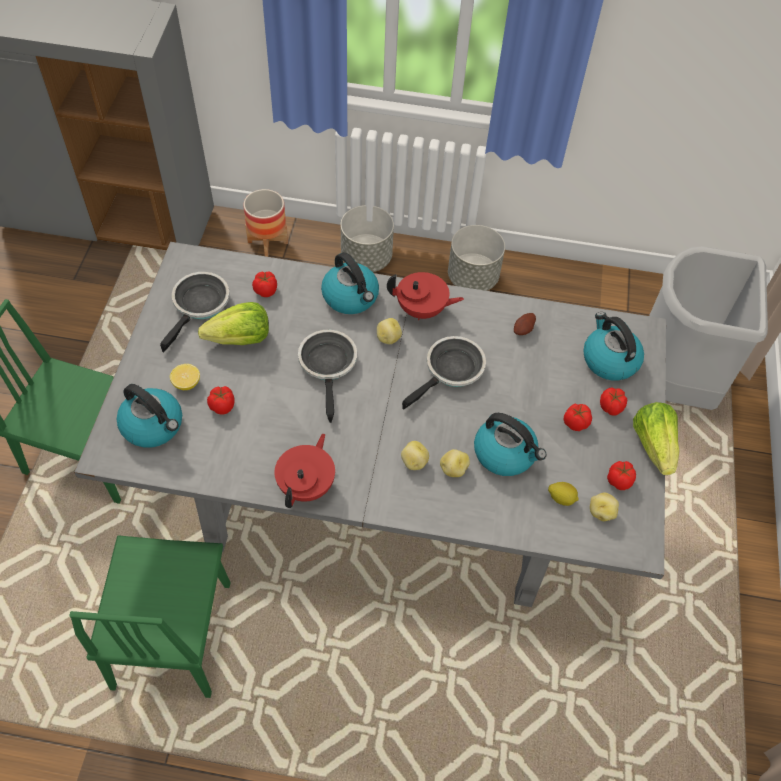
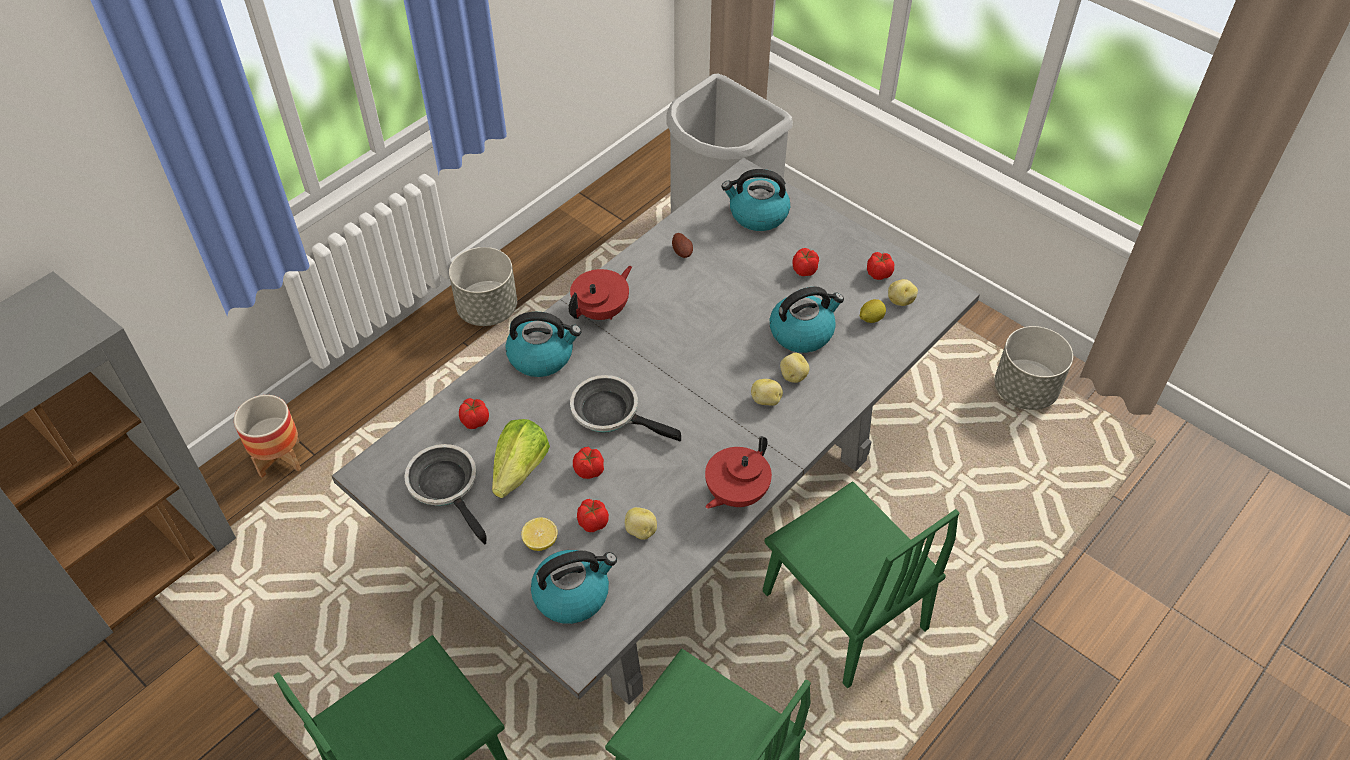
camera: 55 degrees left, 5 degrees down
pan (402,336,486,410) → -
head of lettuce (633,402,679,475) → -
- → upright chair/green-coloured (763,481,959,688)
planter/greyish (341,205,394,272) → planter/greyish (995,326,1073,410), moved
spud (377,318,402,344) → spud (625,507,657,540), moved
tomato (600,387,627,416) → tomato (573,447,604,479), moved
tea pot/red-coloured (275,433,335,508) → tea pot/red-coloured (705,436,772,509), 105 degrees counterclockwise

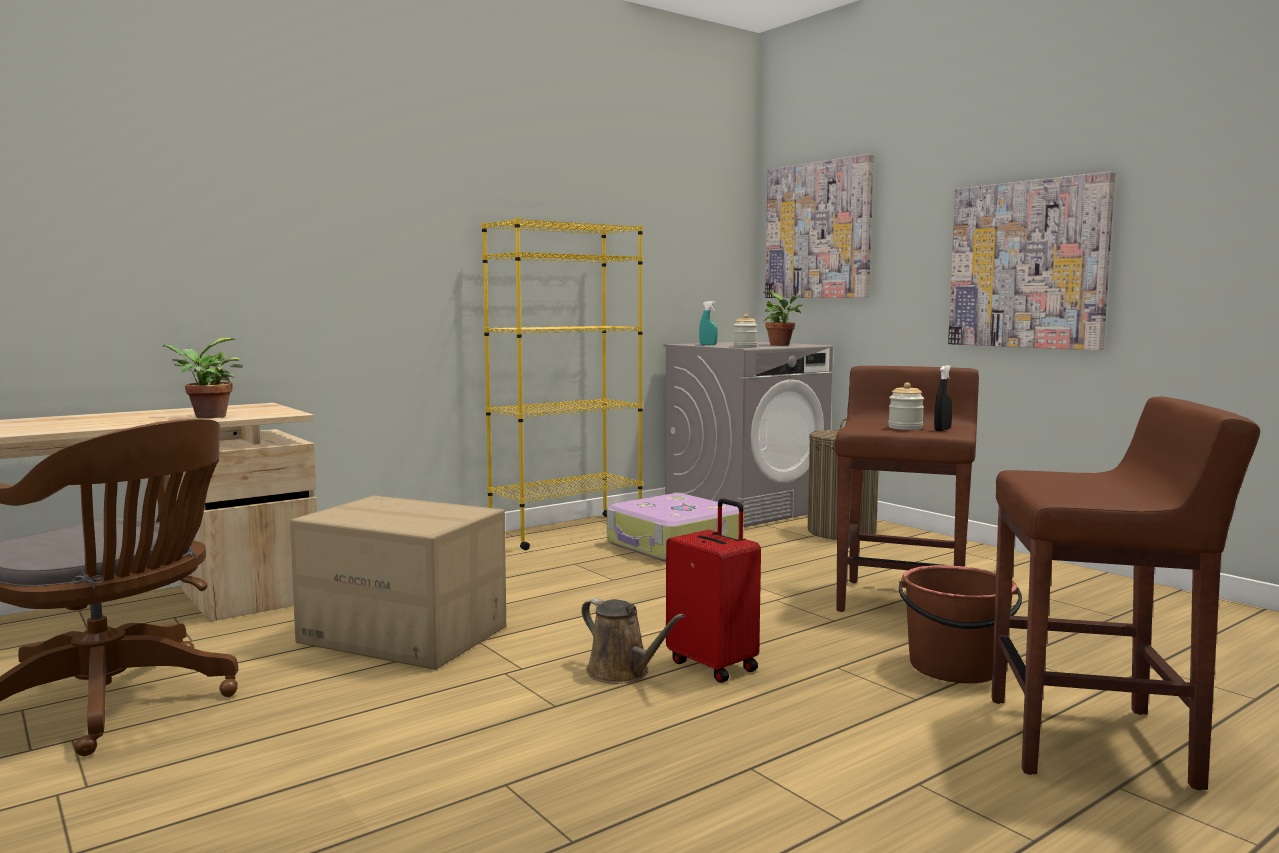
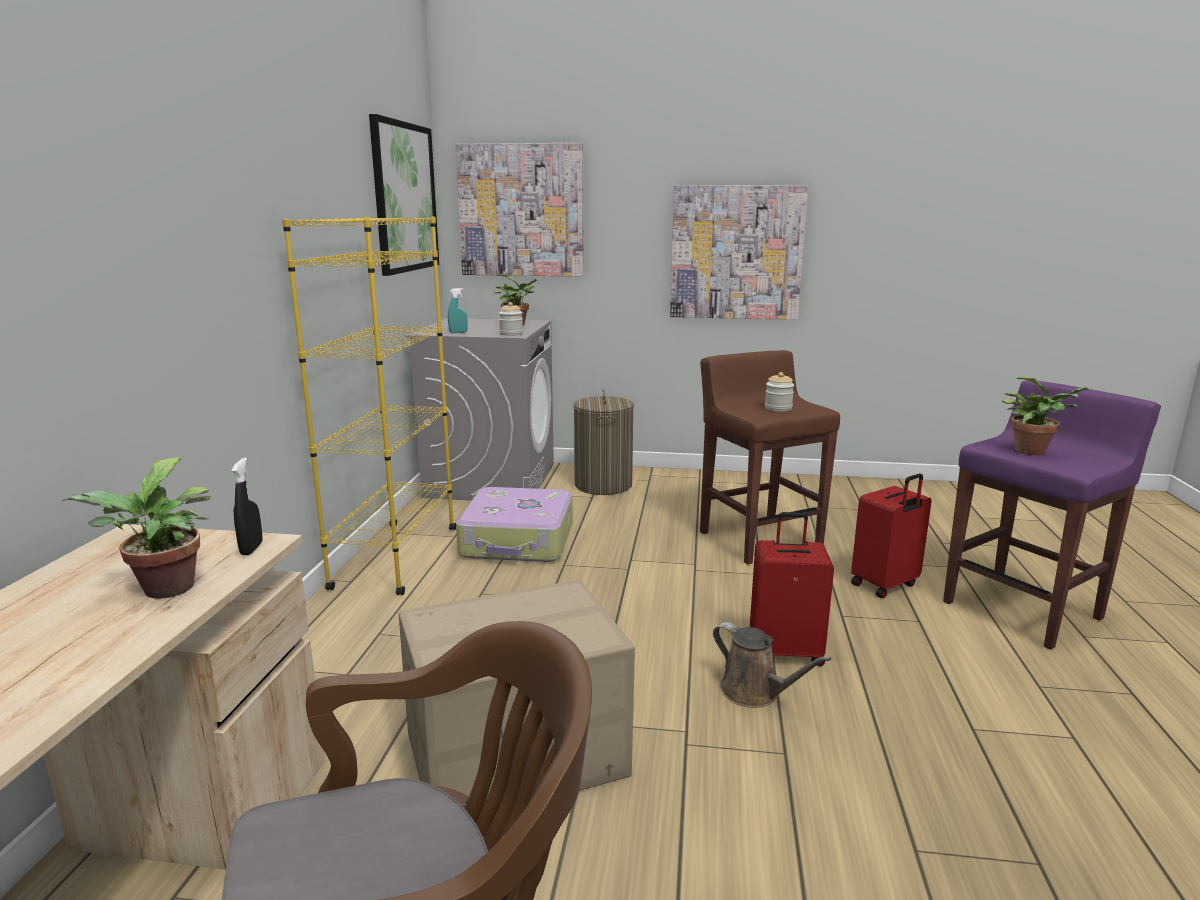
camera: 45 degrees left, 10 degrees up
- → wall picture (369,114,439,276)
- → plant in a pot (1002,376,1094,455)
spray bottle/black-coloured (934,365,952,431) → spray bottle/black-coloured (232,458,262,555), moved
water bucket/brown (899,565,1022,683) → travel case/red-coloured (851,473,932,598)
stool seat/brown (991,397,1260,790) → stool seat/purple (943,380,1161,650)
watering can/brown (581,598,685,684) → watering can/brown (713,622,831,708), 45 degrees clockwise

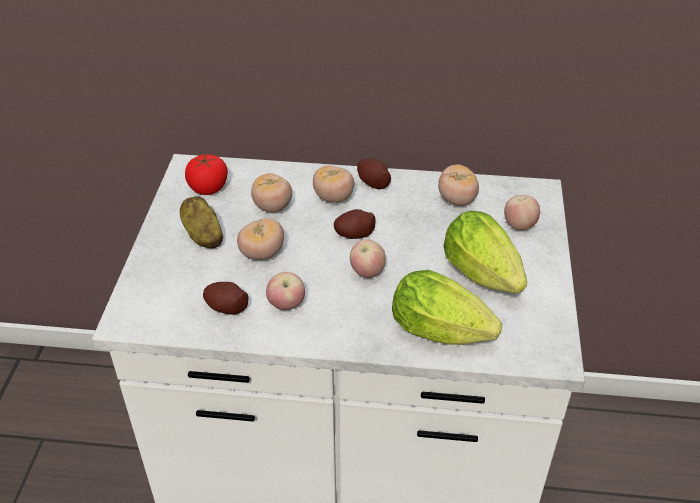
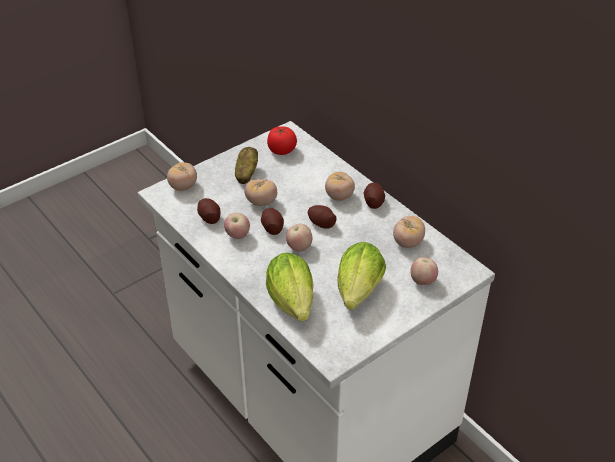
camera: 45 degrees right, 0 degrees up
- → spud (261,208,284,235)
tomato (251,173,292,212) → tomato (167,162,197,191), moved

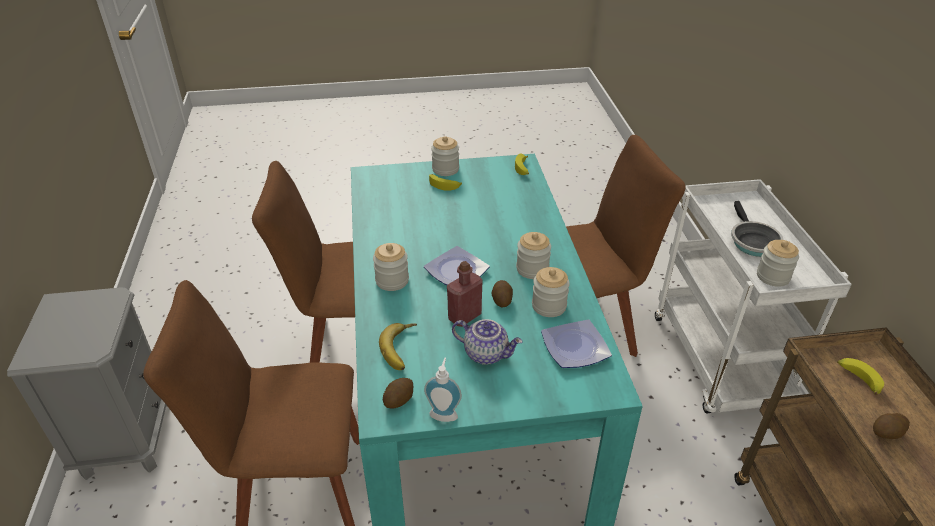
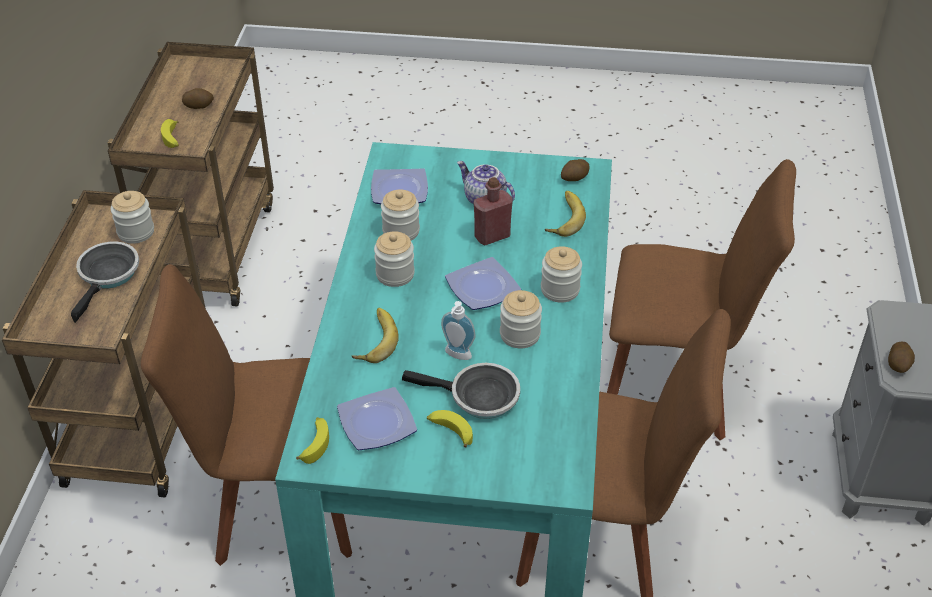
camera: 165 degrees left, 5 degrees up
- → flat dish (337,387,417,450)
- → banana fruit (352,308,399,363)
- → pan (402,363,520,419)
soap bottle (424,358,462,422) → soap bottle (441,301,476,360), moved
jar (431,136,459,176) → jar (500,290,542,348), moved
spud (492,280,513,307) → spud (888,341,915,373), moved
wheeled cart/white (655,179,852,413) → wheeled cart/brown (2,190,206,497)

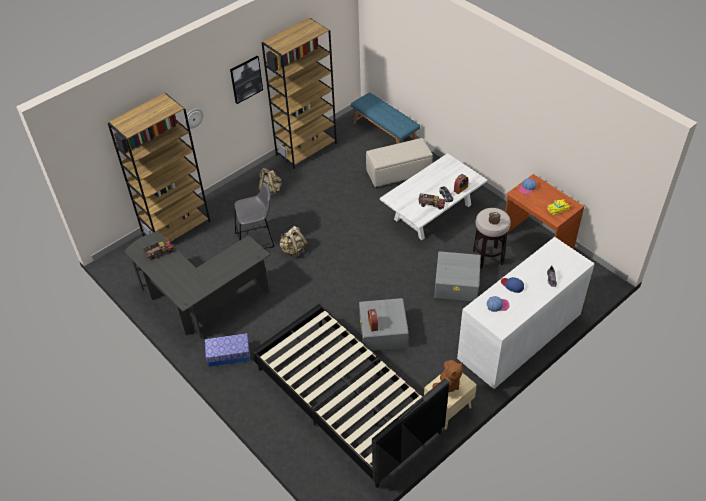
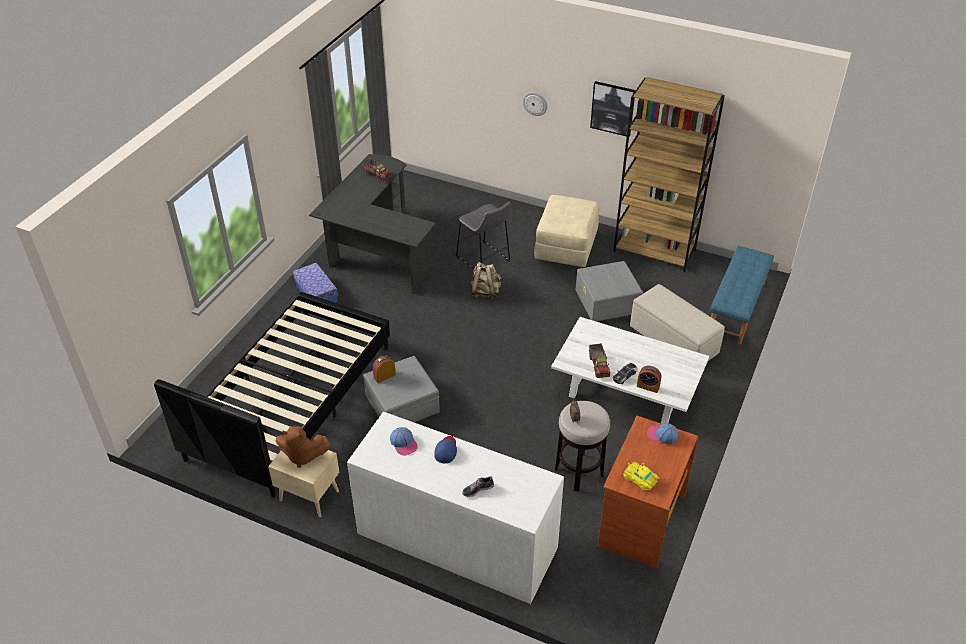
camera: 65 degrees right, 5 degrees down
shelving unit/brown (108,93,210,242) → -
storage container/greyish (434,251,481,301) → storage container/greyish (576,261,643,321), moved
rucksack/beige-coloured (258,168,282,196) → ottoman/beige-coloured (534,195,599,267)

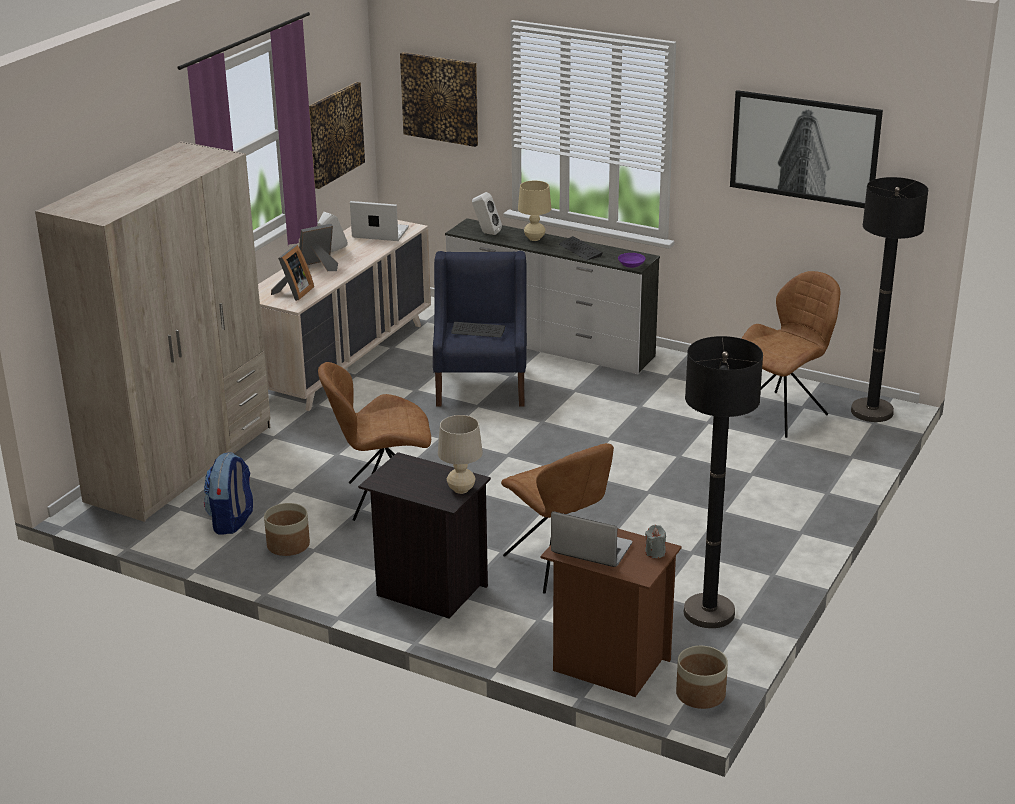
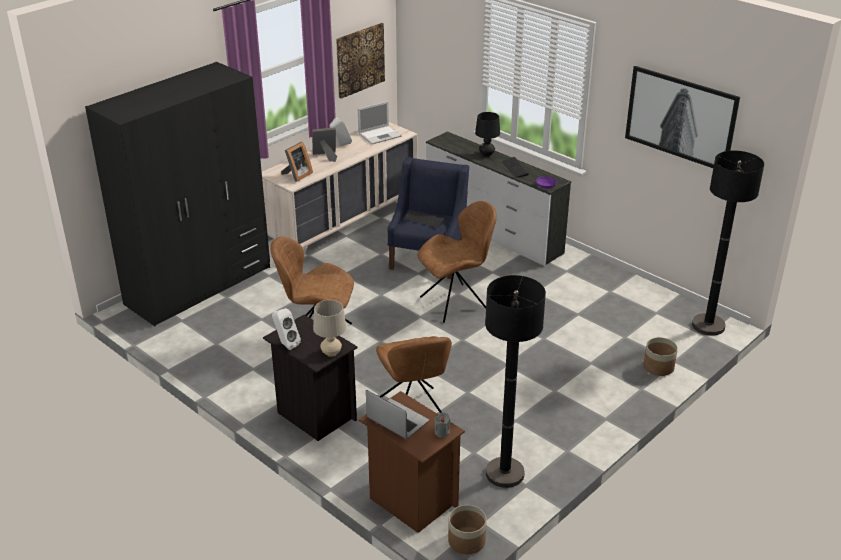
camera: 15 degrees right, 5 degrees up
rucksack (204,452,253,535) → -
wall picture (400,52,478,147) → -
planter (264,503,310,556) → planter (643,337,678,376), moved
loudspeaker/white (472,192,502,235) → loudspeaker/white (272,308,301,350), moved
upright chair/brown (741,271,840,438) → upright chair/brown (417,201,497,323), moved
wardrobe/beige-coloured (35,141,271,522) → wardrobe/black-coloured (85,62,270,326)
lamp for a table/beige-coloured (518,181,551,241) → lamp for a table/black-coloured (475,112,500,157)
notebook computer (350,201,409,241) → notebook computer (358,101,402,144), 120 degrees clockwise

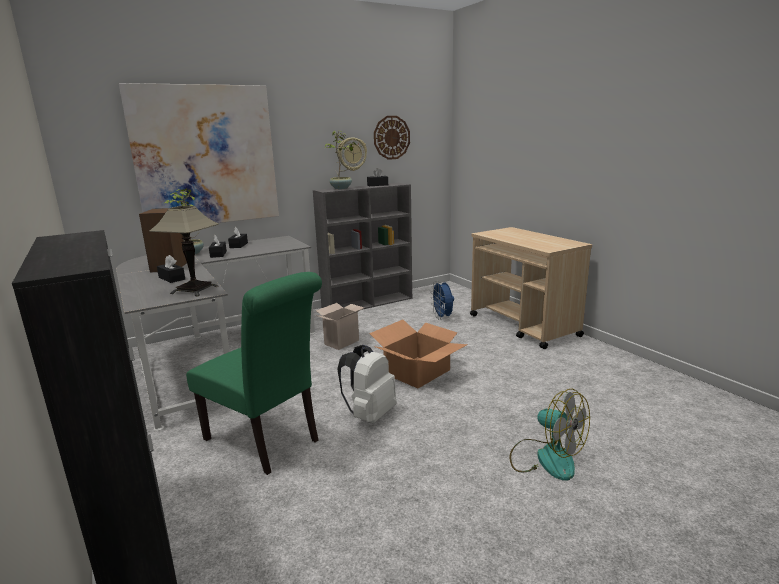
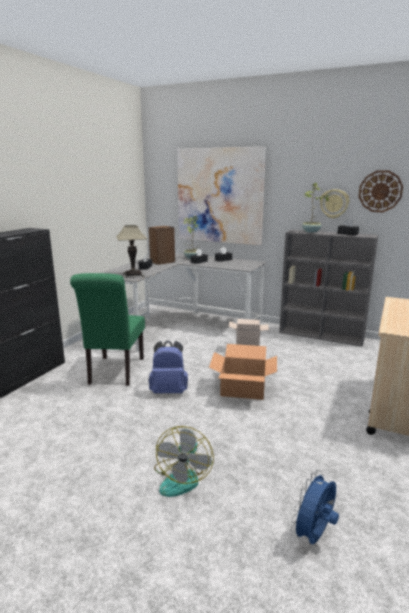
camera: 55 degrees right, 0 degrees up
electric fan/bluish (430,281,454,320) → electric fan/bluish (290,470,339,544), moved
rucksack/white (337,345,397,423) → rucksack/bluish (149,341,188,394)

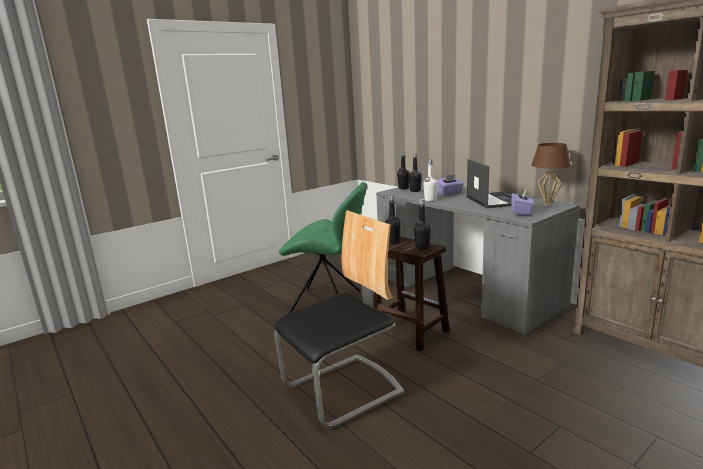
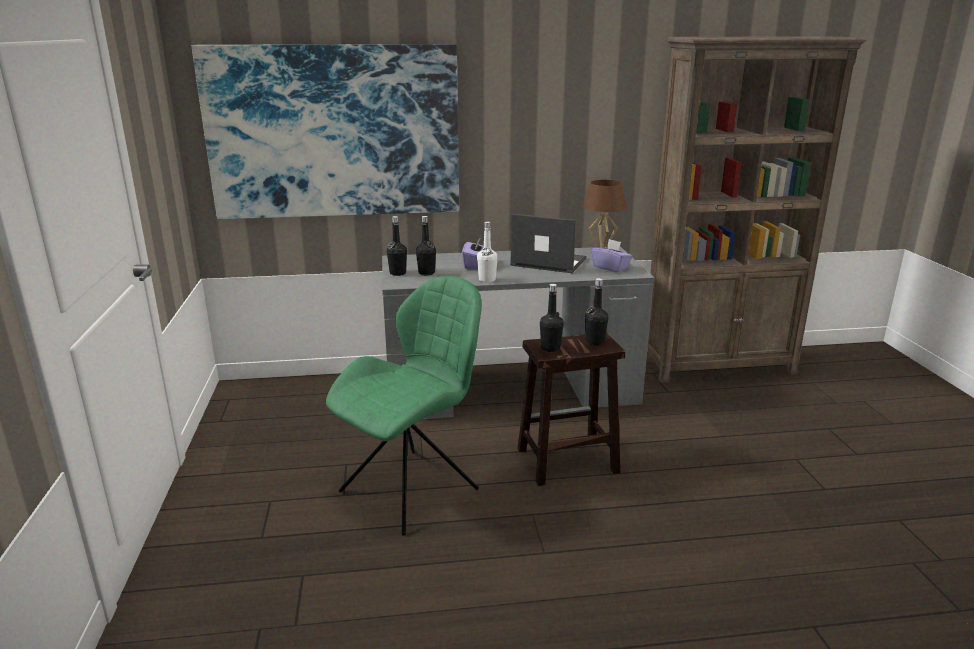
camera: 60 degrees left, 5 degrees up
upright chair (274,210,405,429) → -
- → wall picture (192,44,459,219)

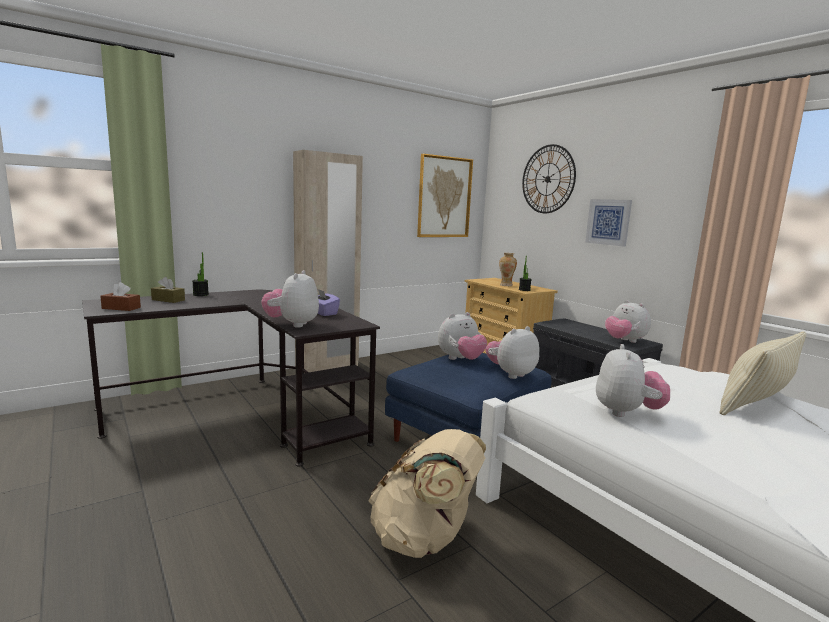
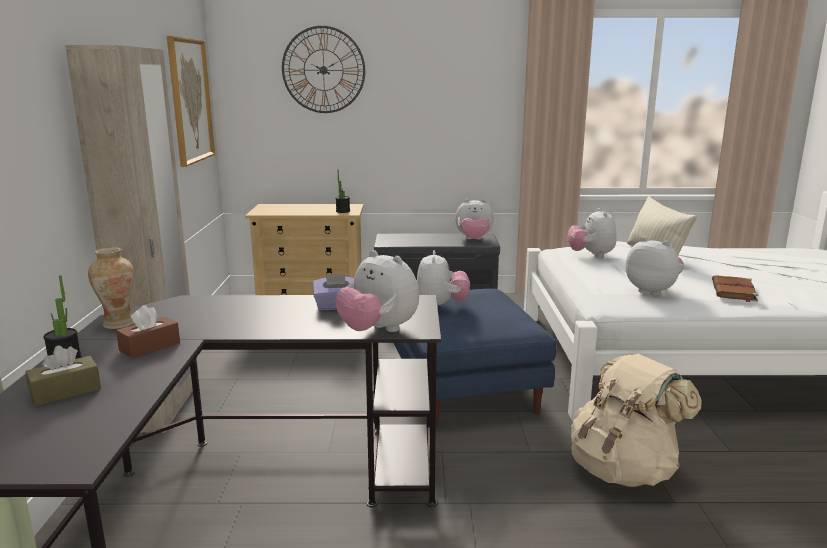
camera: 55 degrees left, 5 degrees up
wall picture (585,199,632,246) → -
- → book/brown (712,275,758,302)
tissue box/brown (100,282,141,311) → tissue box/brown (116,305,180,358), moved
soft toy (486,326,540,379) → soft toy (567,208,617,258), moved
decorative vase (499,253,517,286) → decorative vase (88,247,135,329), moved

